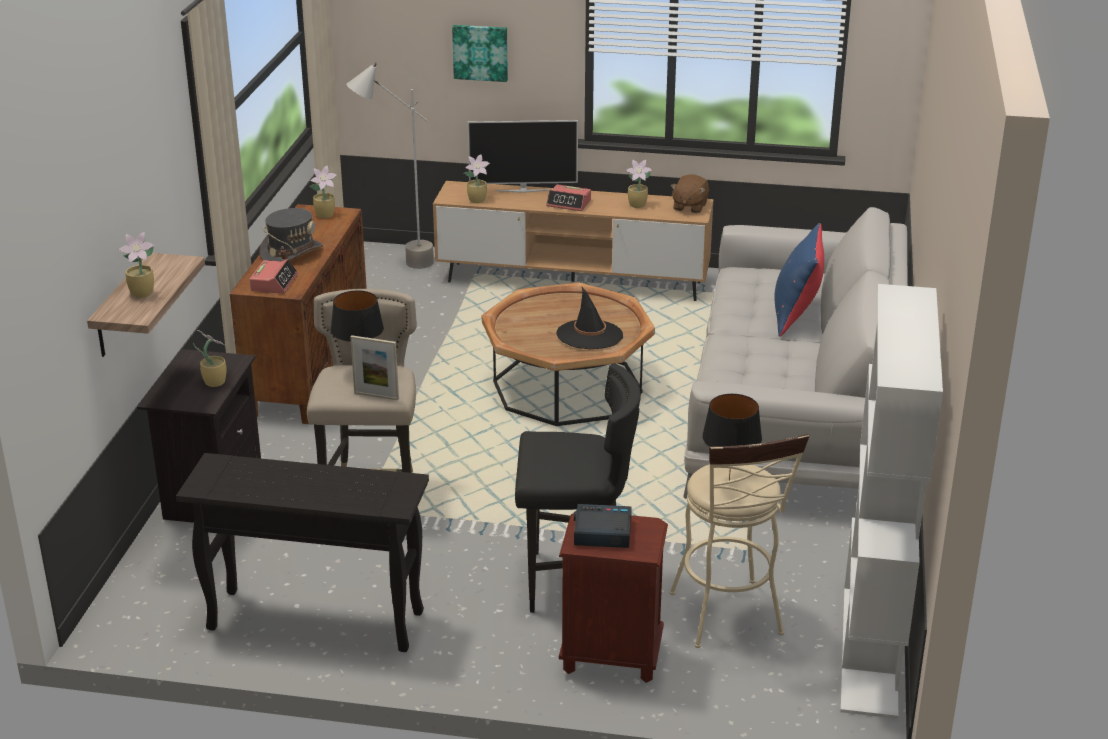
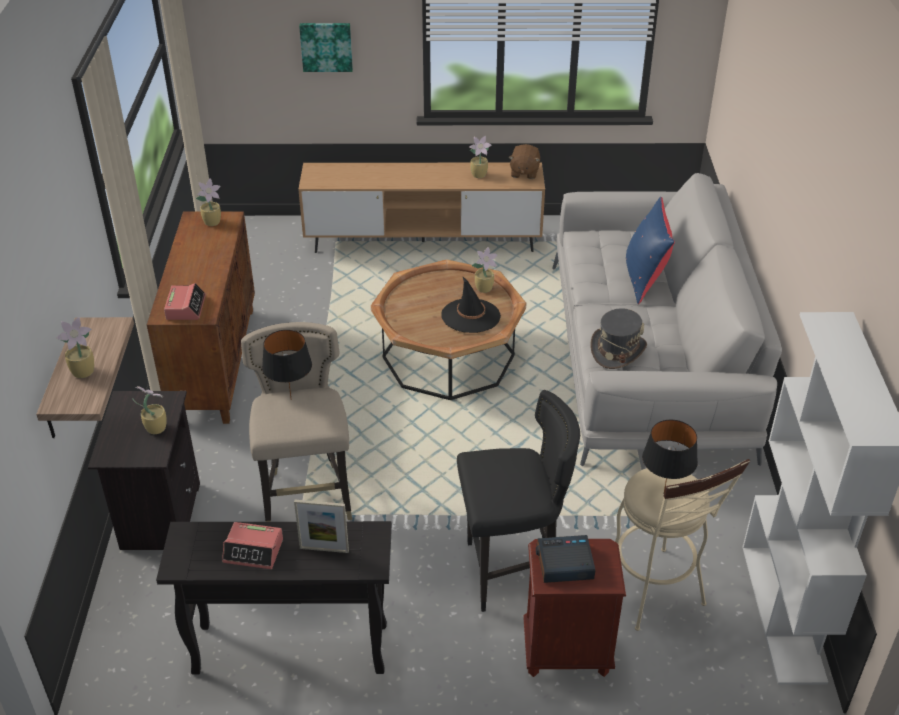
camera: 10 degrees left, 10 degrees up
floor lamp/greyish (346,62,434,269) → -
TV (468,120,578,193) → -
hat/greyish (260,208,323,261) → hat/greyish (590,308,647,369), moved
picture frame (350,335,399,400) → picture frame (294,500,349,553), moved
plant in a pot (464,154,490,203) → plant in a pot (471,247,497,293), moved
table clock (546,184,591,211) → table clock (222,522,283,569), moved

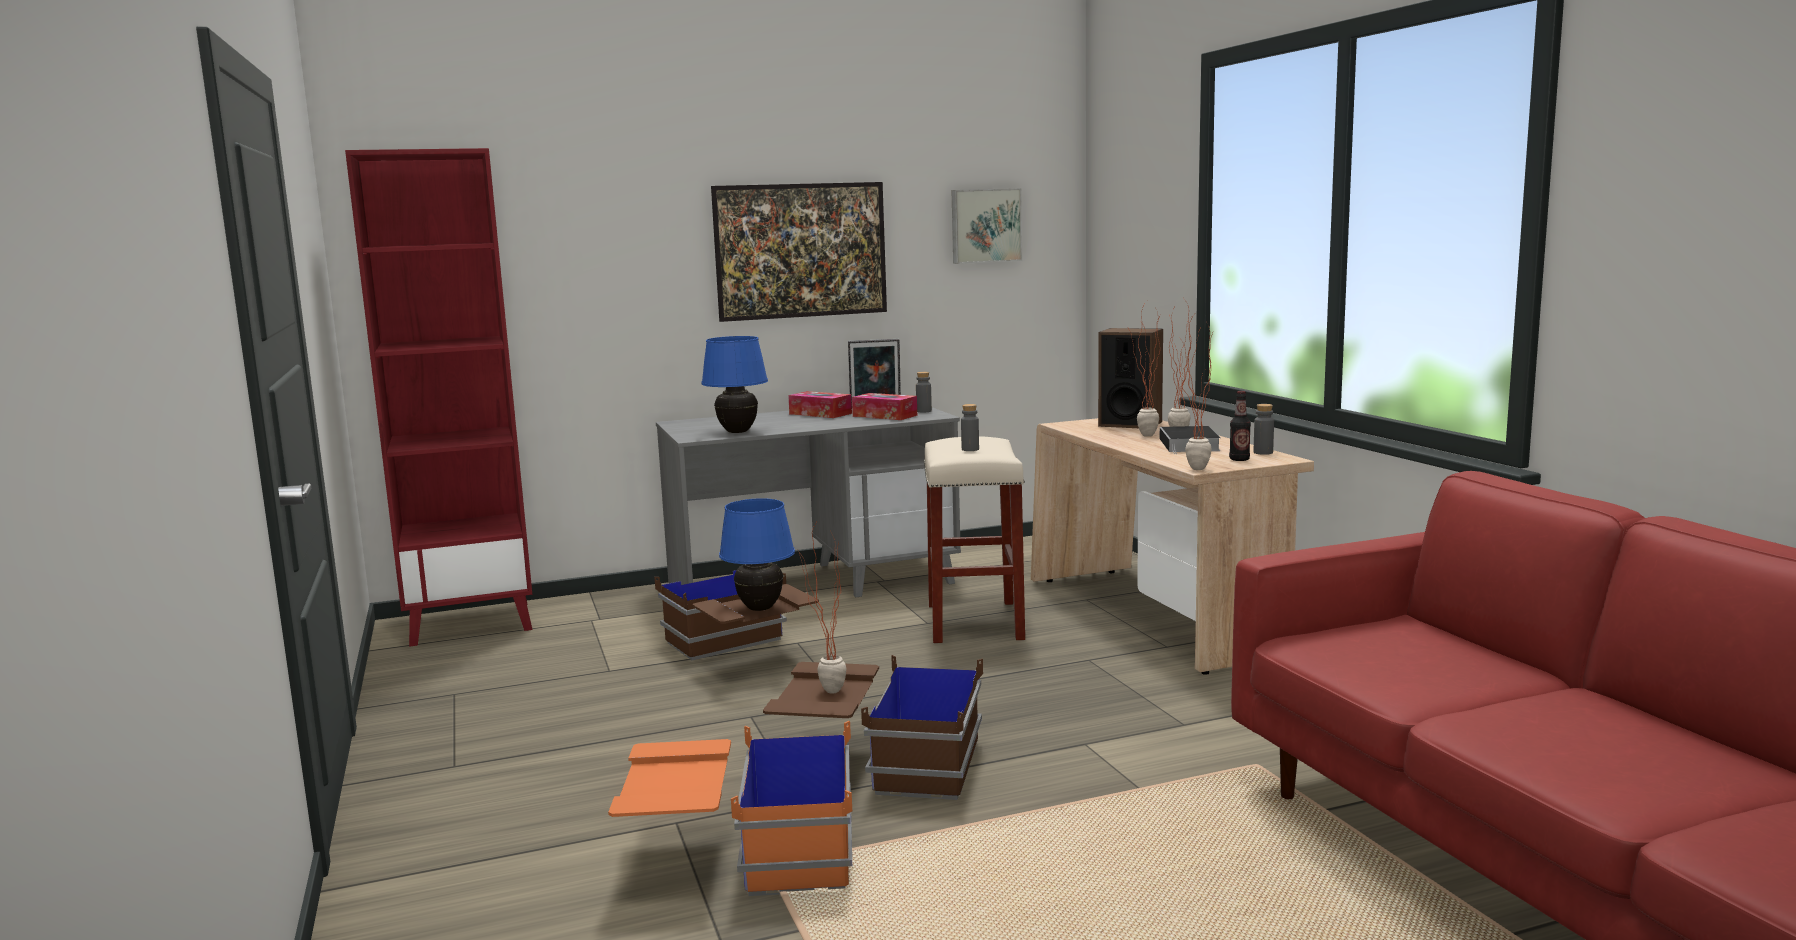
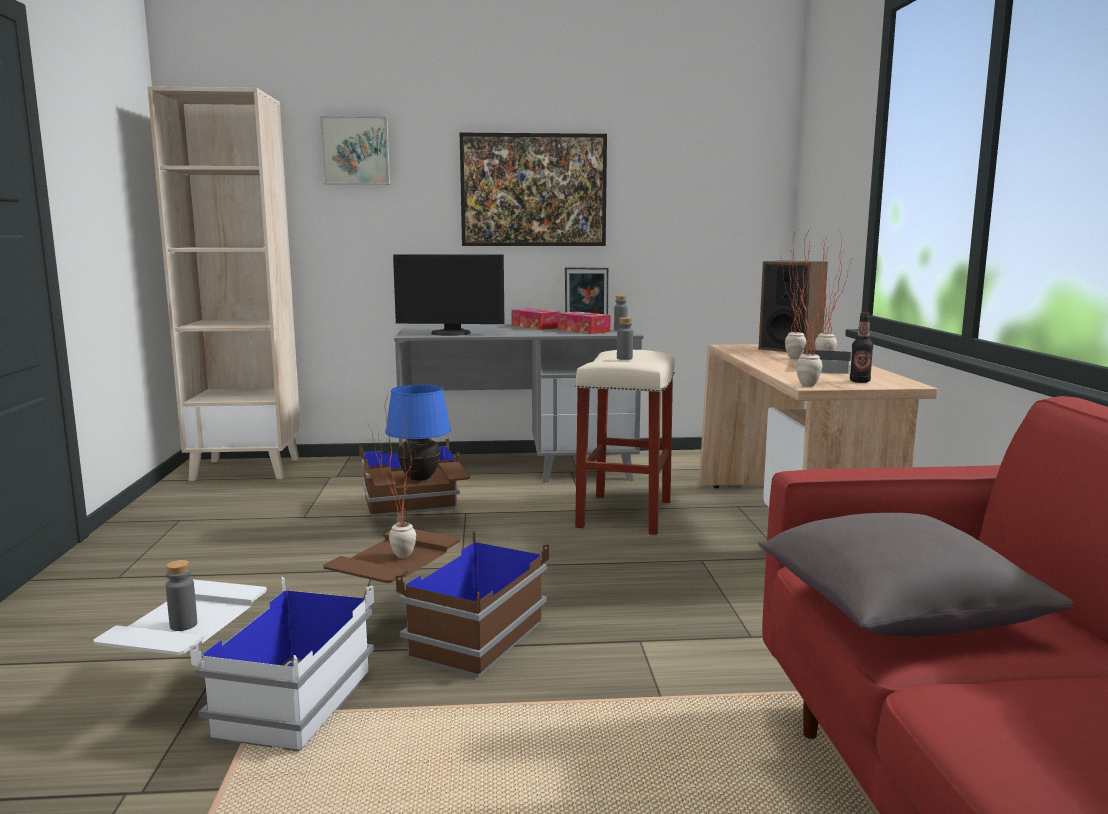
camera: 15 degrees right, 0 degrees up
- → throw pillow/greyish (758,513,1073,637)
wall picture (951,188,1022,264) → wall picture (320,116,390,184), moved
beverage bottle/greyish (1254,404,1274,455) → beverage bottle/greyish (166,560,197,631), moved
lamp for a table/bluish (701,336,768,433) → computer display (393,254,505,336)
shelving unit/red-coloured (345,148,533,647) → shelving unit/beige-coloured (147,86,301,481)
storage container/orange-coloured (608,721,852,896) → storage container/white (93,577,374,752)

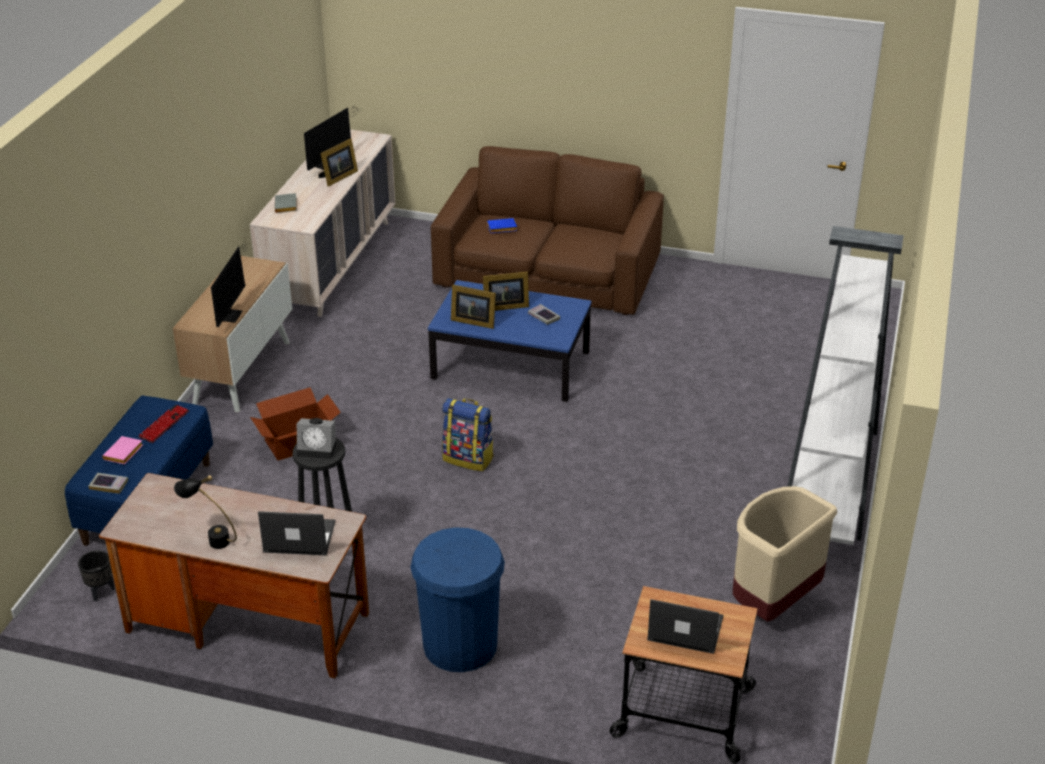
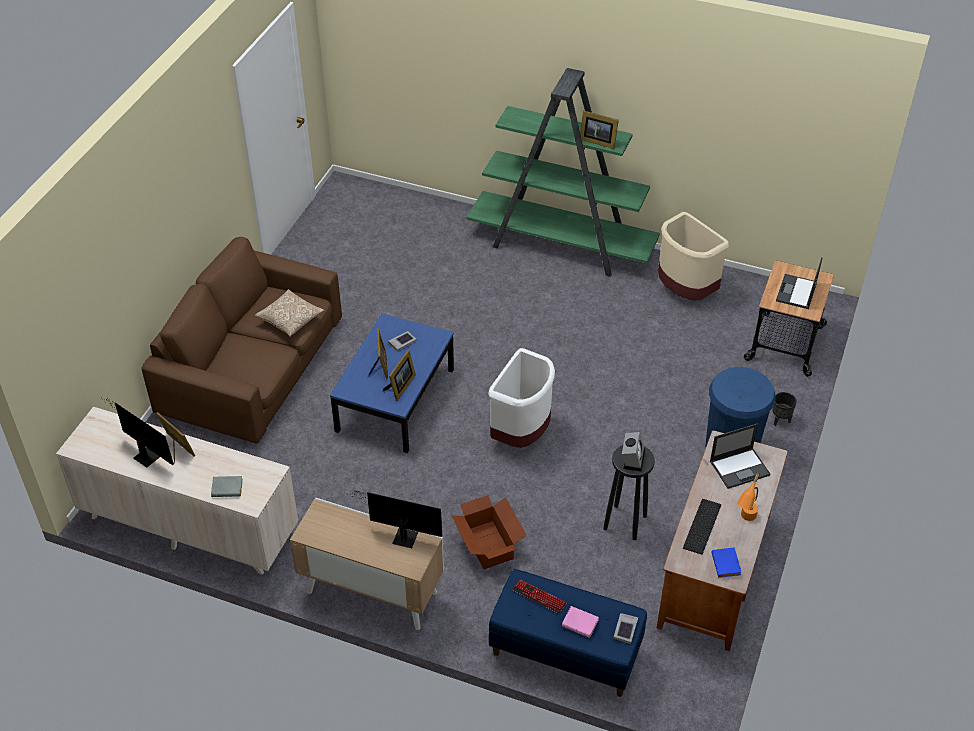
camera: 85 degrees left, 10 degrees up
- → throw pillow (255,289,324,337)
- → picture frame (580,110,619,149)
- → keyboard (683,499,721,555)
planter/black-coloured (78,550,115,601) → planter/black-coloured (772,392,797,426), moved
book/bluish (487,218,517,233) → book/bluish (711,547,741,578), moved
rucksack (442,398,494,471) → waste bin/white (488,348,555,448)
lamp for a table/black-coloured (174,475,237,549) → lamp for a table/orange-coloured (737,472,760,521)
shelving unit/white (787,226,904,545) → shelving unit/green-coloured (467,68,660,277)
notebook computer (258,511,336,555) → notebook computer (710,423,771,489), 120 degrees counterclockwise

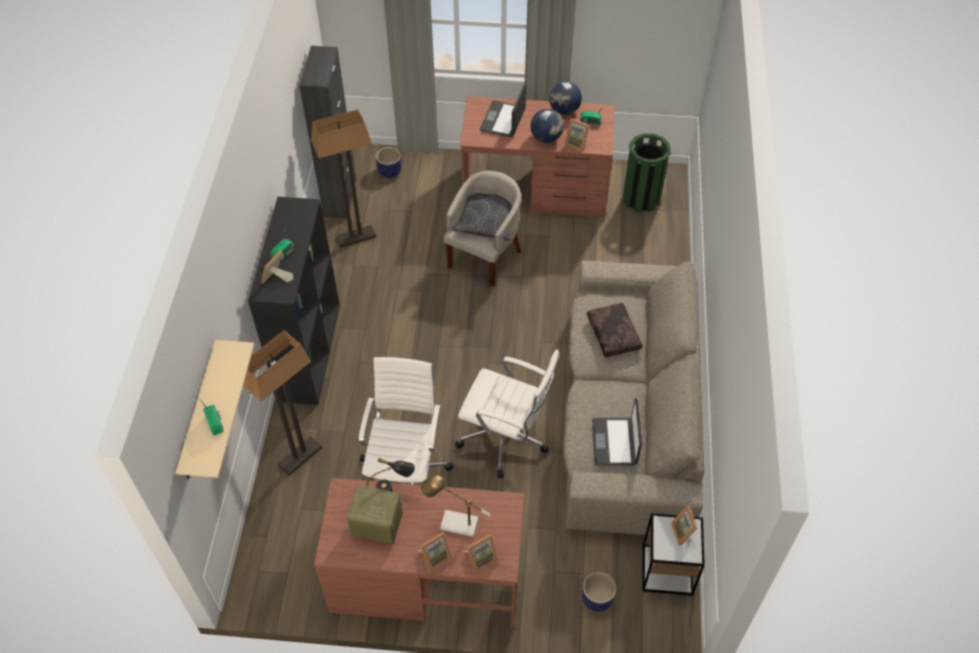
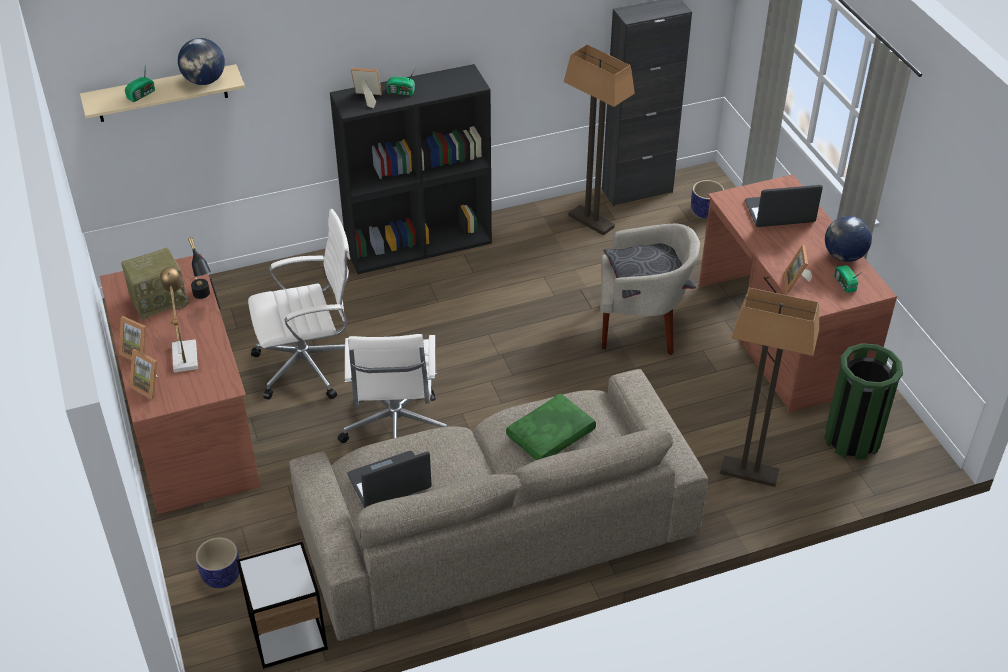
camera: 65 degrees right, 10 degrees down
picture frame (671,505,697,546) → -
floor lamp (243,330,322,475) → floor lamp (720,288,819,487), moved
globe (531,109,564,143) → globe (178,38,225,85), moved
throw pillow/brown (587,303,642,357) → throw pillow/green-coloured (506,393,596,460)
radio receiver (346,485,403,544) → radio receiver (121,248,190,320), 75 degrees clockwise

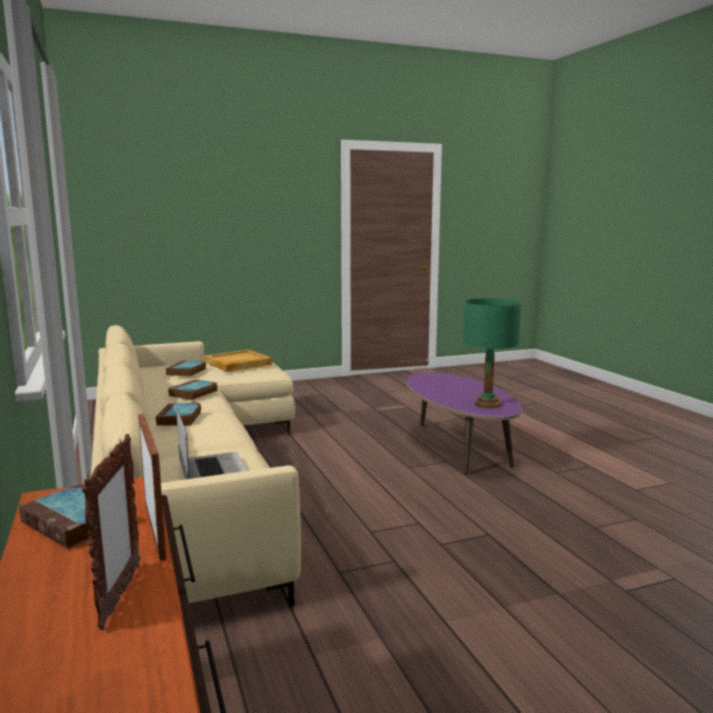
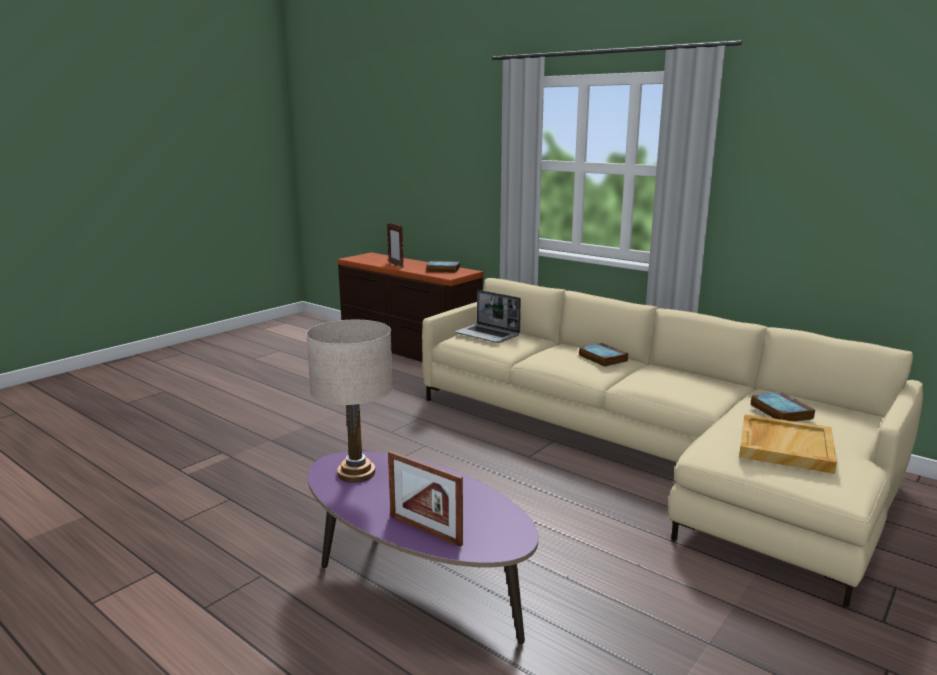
camera: 150 degrees right, 5 degrees up
book (168,379,218,400) → -
picture frame (138,414,166,561) → picture frame (388,451,463,547), moved
lamp for a table/green-coloured (463,298,522,409) → lamp for a table/beige-coloured (306,320,393,483)

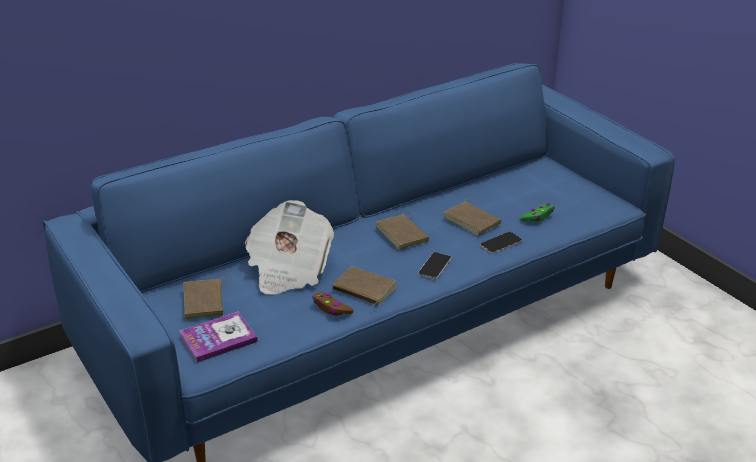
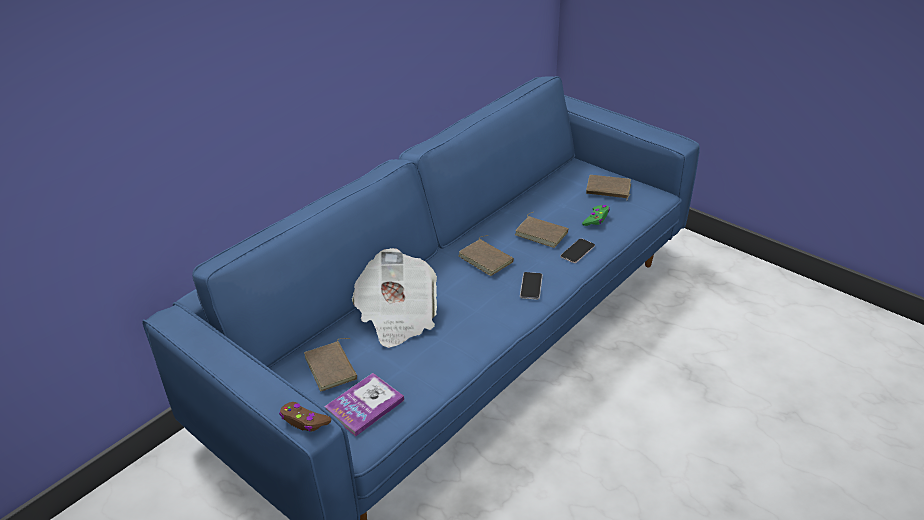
camera: 15 degrees left, 5 degrees up
game controller/brown (312,292,354,316) → game controller/brown (279,402,332,432), moved
book/brown (332,266,397,308) → book/brown (586,175,631,199), moved

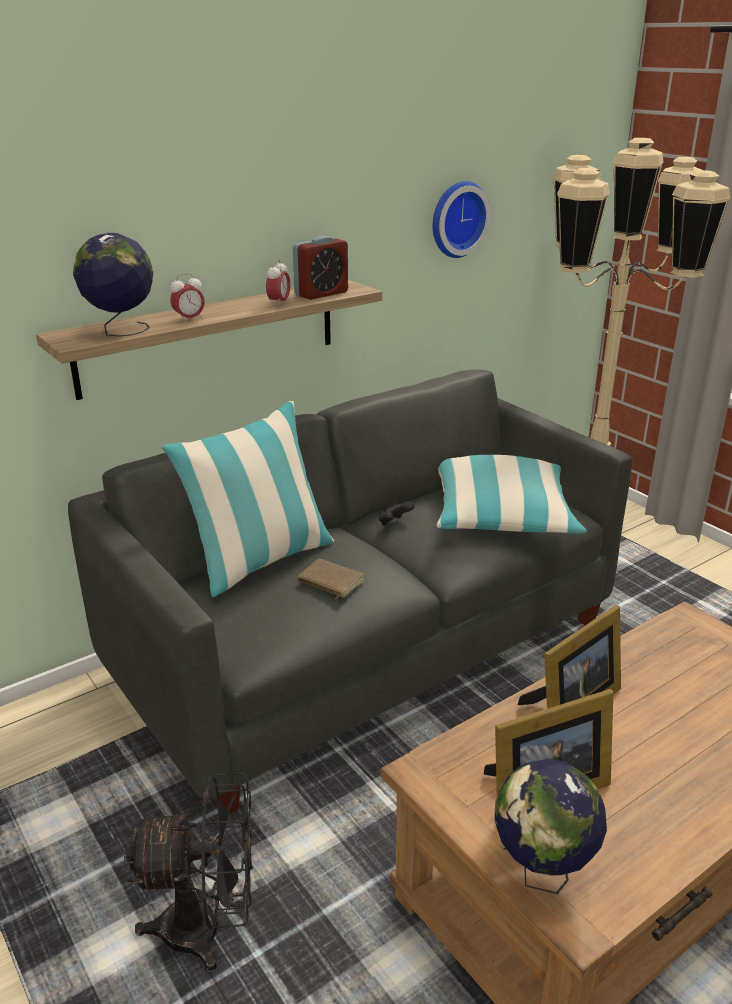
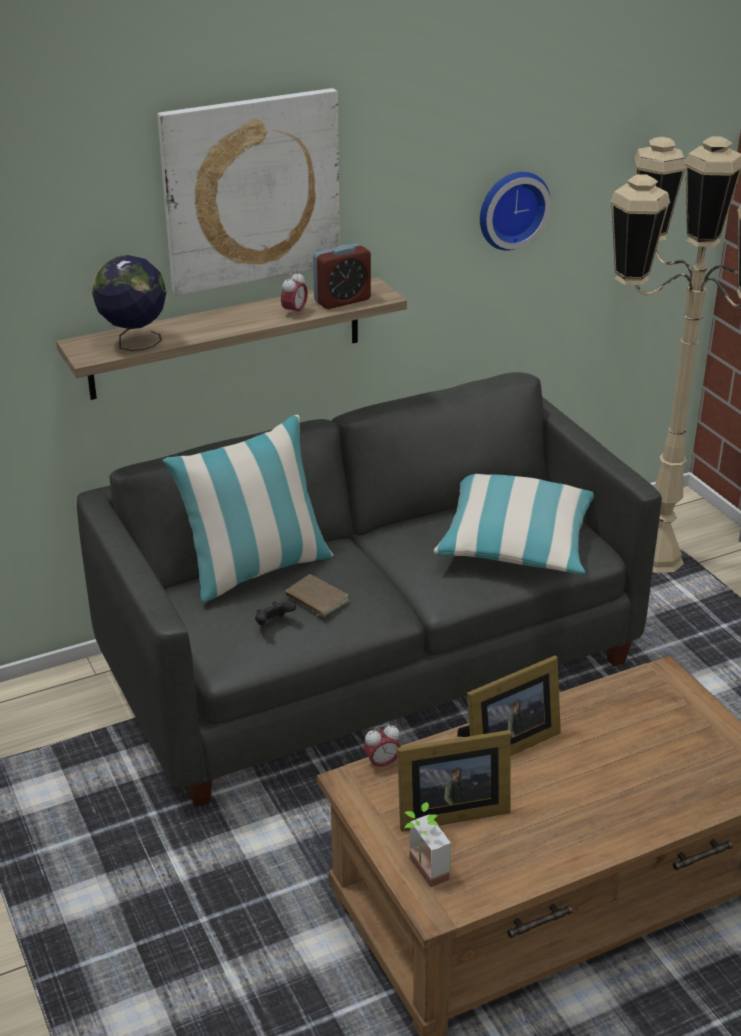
camera: 10 degrees right, 5 degrees up
electric fan/black-coloured (124,773,253,972) → -
- → wall picture (157,88,340,296)
table clock (170,273,205,323) → table clock (364,724,401,771), moved
game controller/black-coloured (379,502,415,525) → game controller/black-coloured (255,601,296,625), moved
globe (495,758,607,894) → plant in a pot (404,802,451,887)

